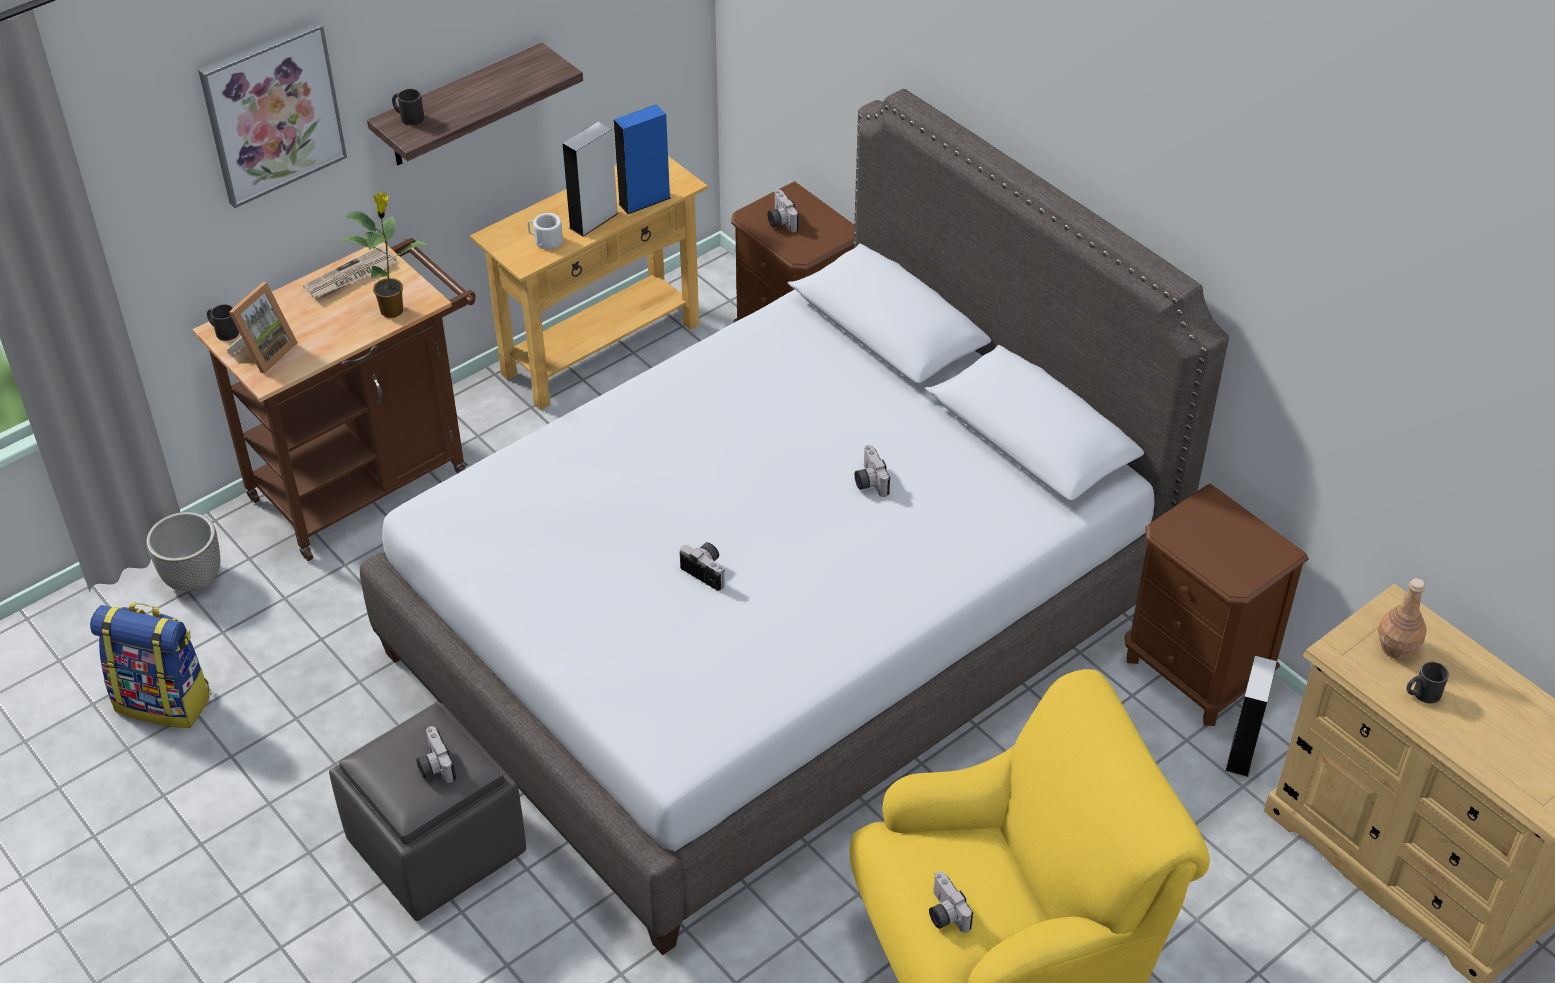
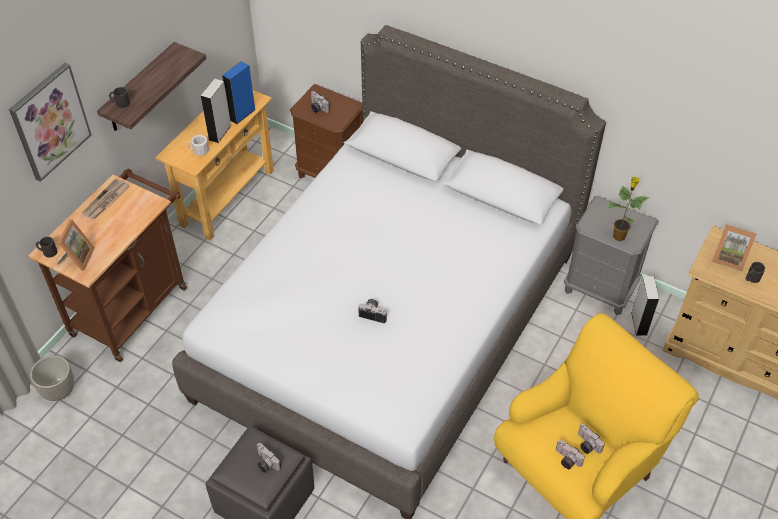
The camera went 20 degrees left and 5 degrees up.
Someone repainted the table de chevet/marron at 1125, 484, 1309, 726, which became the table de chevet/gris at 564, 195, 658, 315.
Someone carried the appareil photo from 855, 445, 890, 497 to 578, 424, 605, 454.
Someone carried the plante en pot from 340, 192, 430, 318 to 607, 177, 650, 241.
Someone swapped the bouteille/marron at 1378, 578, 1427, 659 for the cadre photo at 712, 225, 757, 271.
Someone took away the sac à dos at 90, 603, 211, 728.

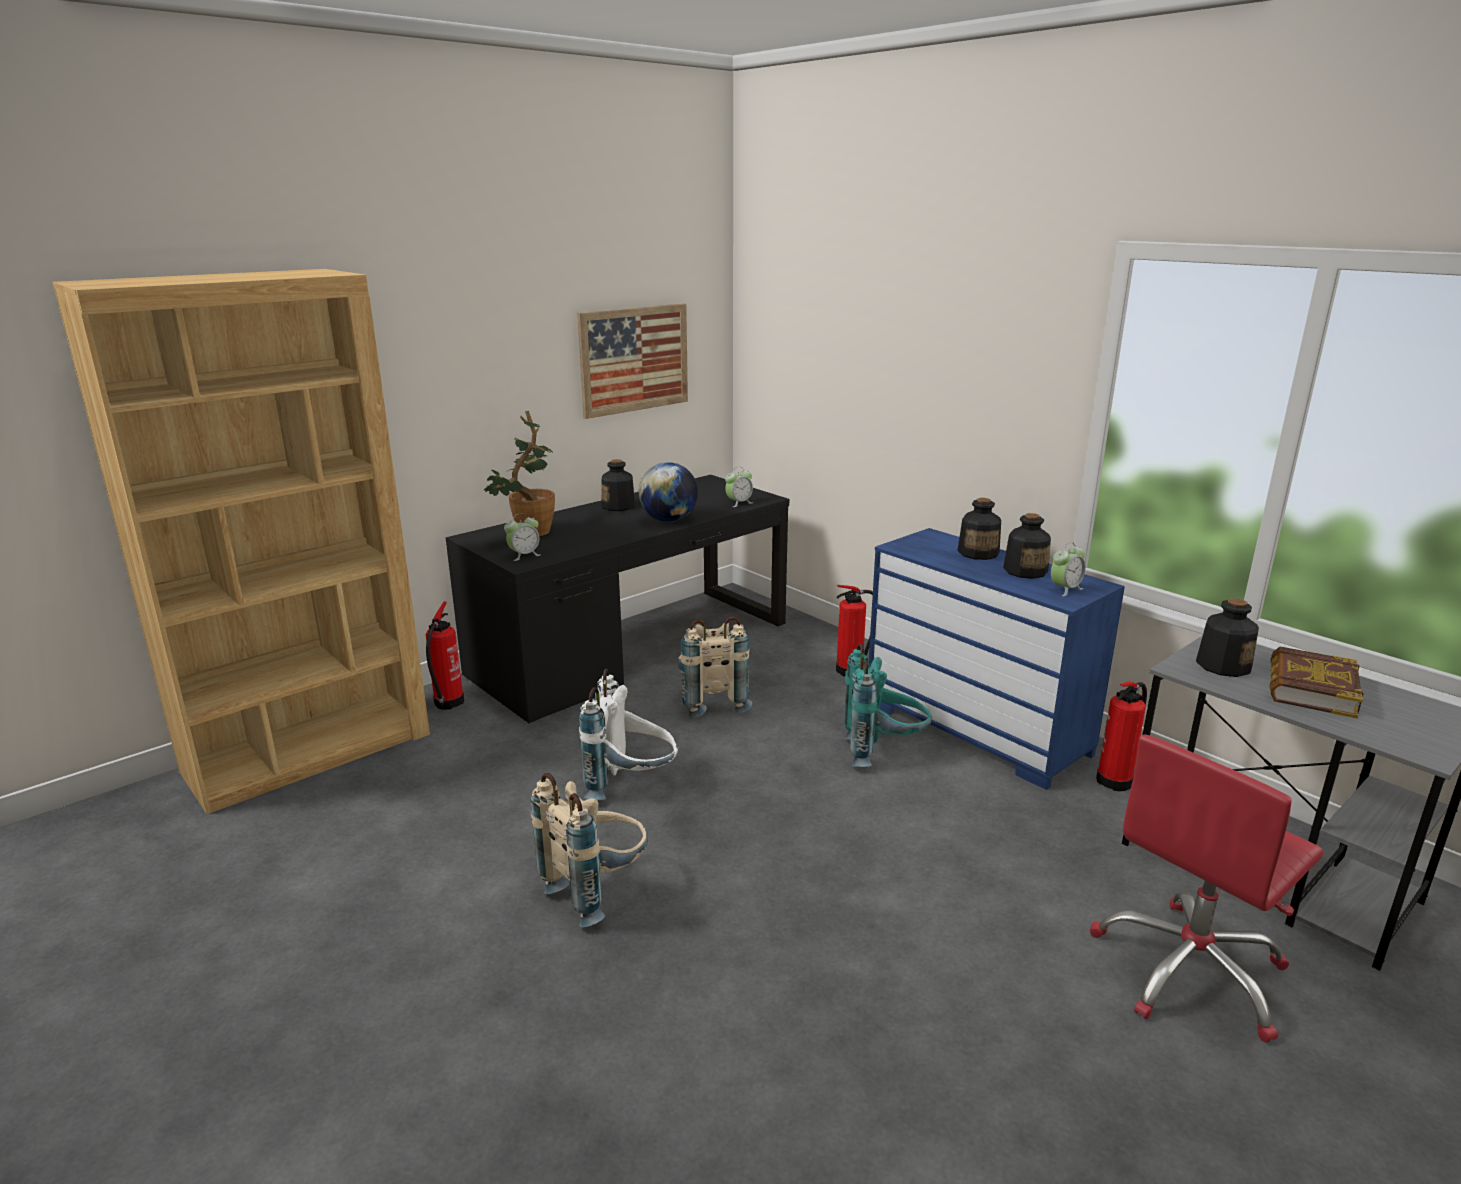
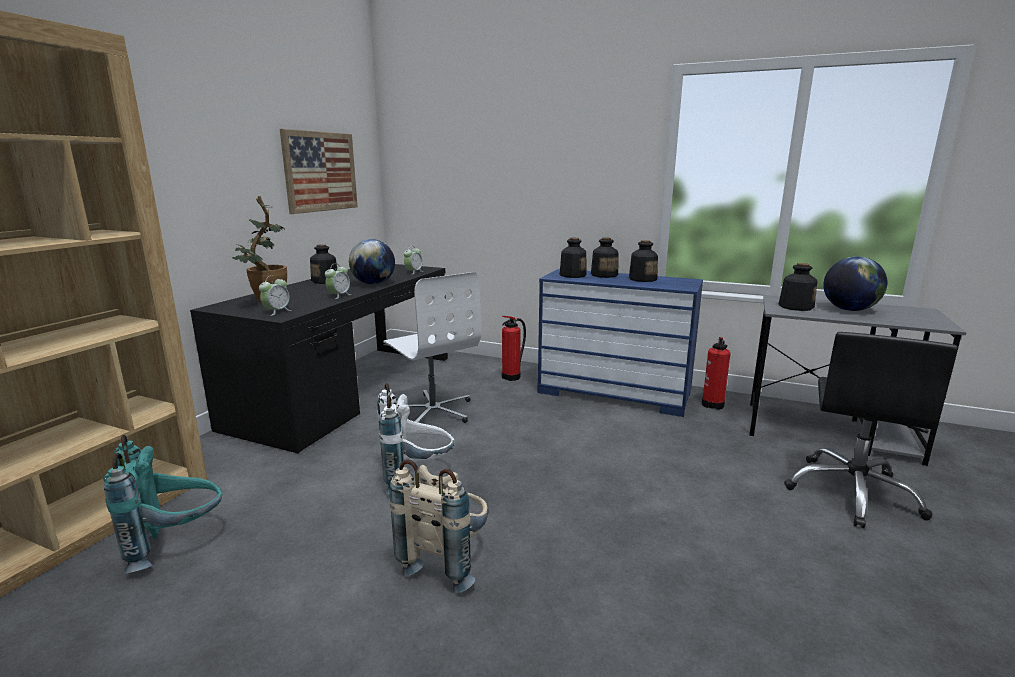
The camera went 25 degrees left and 5 degrees down.
Someone carried the sac à dos/turquoise from 844, 643, 932, 767 to 103, 435, 222, 573.
Someone carried the réveil from 1051, 542, 1086, 596 to 325, 264, 352, 299.
Someone swapped the sac à dos/beige at 678, 617, 752, 718 for the chaise de bureau/blanc at 383, 272, 482, 423.
Someone put down the bouteille at 560, 238, 587, 278.
Someone repainted the chaise de bureau/rouge at 1090, 734, 1323, 1042, which became the chaise de bureau/noir at 784, 332, 958, 528.
Someone swapped the livre at 1269, 646, 1363, 719 for the globe at 823, 257, 888, 311.
Someone took away the extincteur at 426, 601, 464, 710.

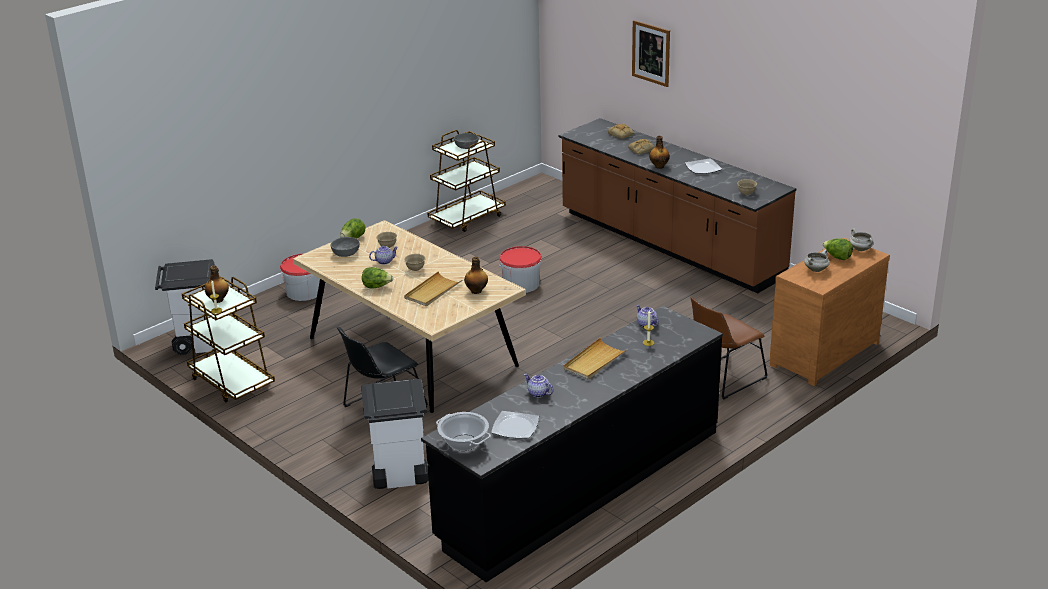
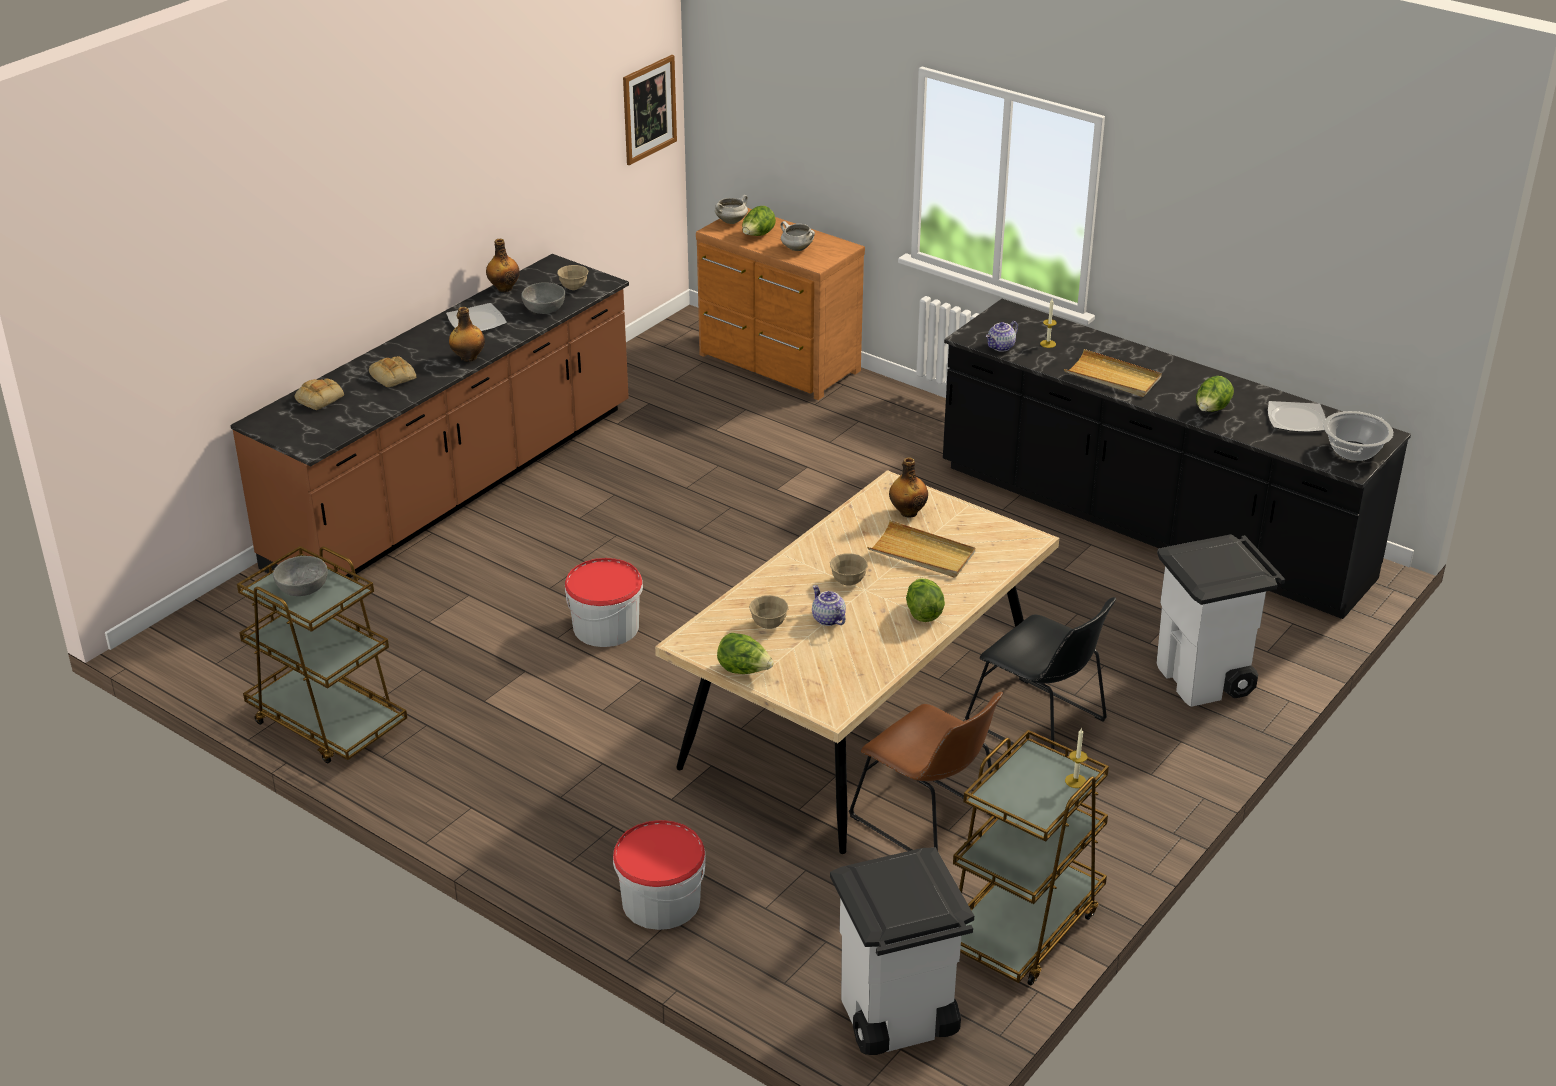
The camera went 100 degrees left and 5 degrees up.
Someone carried the bouteille from 204, 266, 229, 303 to 486, 239, 520, 292.
Someone carried the bol/gris from 331, 237, 360, 257 to 521, 282, 565, 314.
Someone carried the tableau from 632, 20, 670, 87 to 623, 55, 677, 165.
Someone carried the chaise/marron from 690, 297, 768, 400 to 849, 692, 1003, 851.
Someone swapped the théière at 524, 374, 553, 398 for the laitue at 1196, 376, 1234, 412.

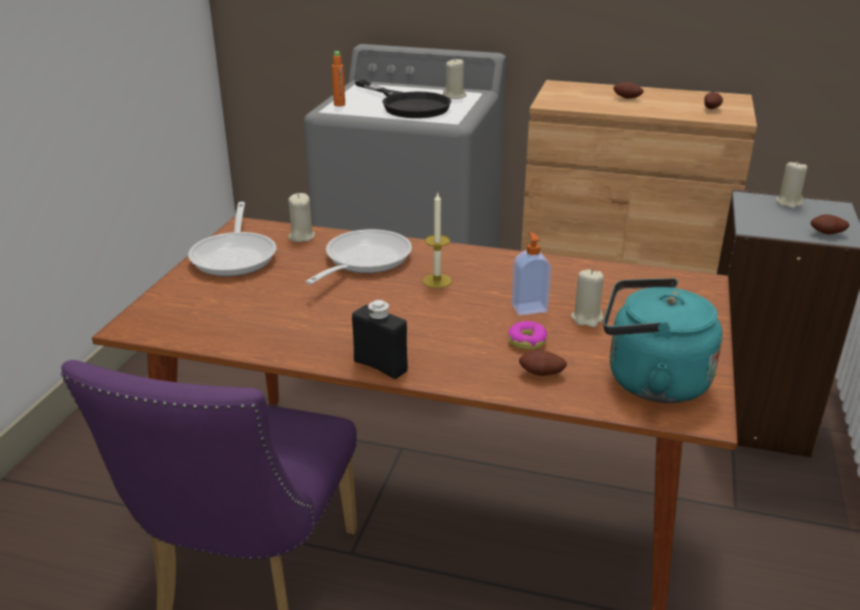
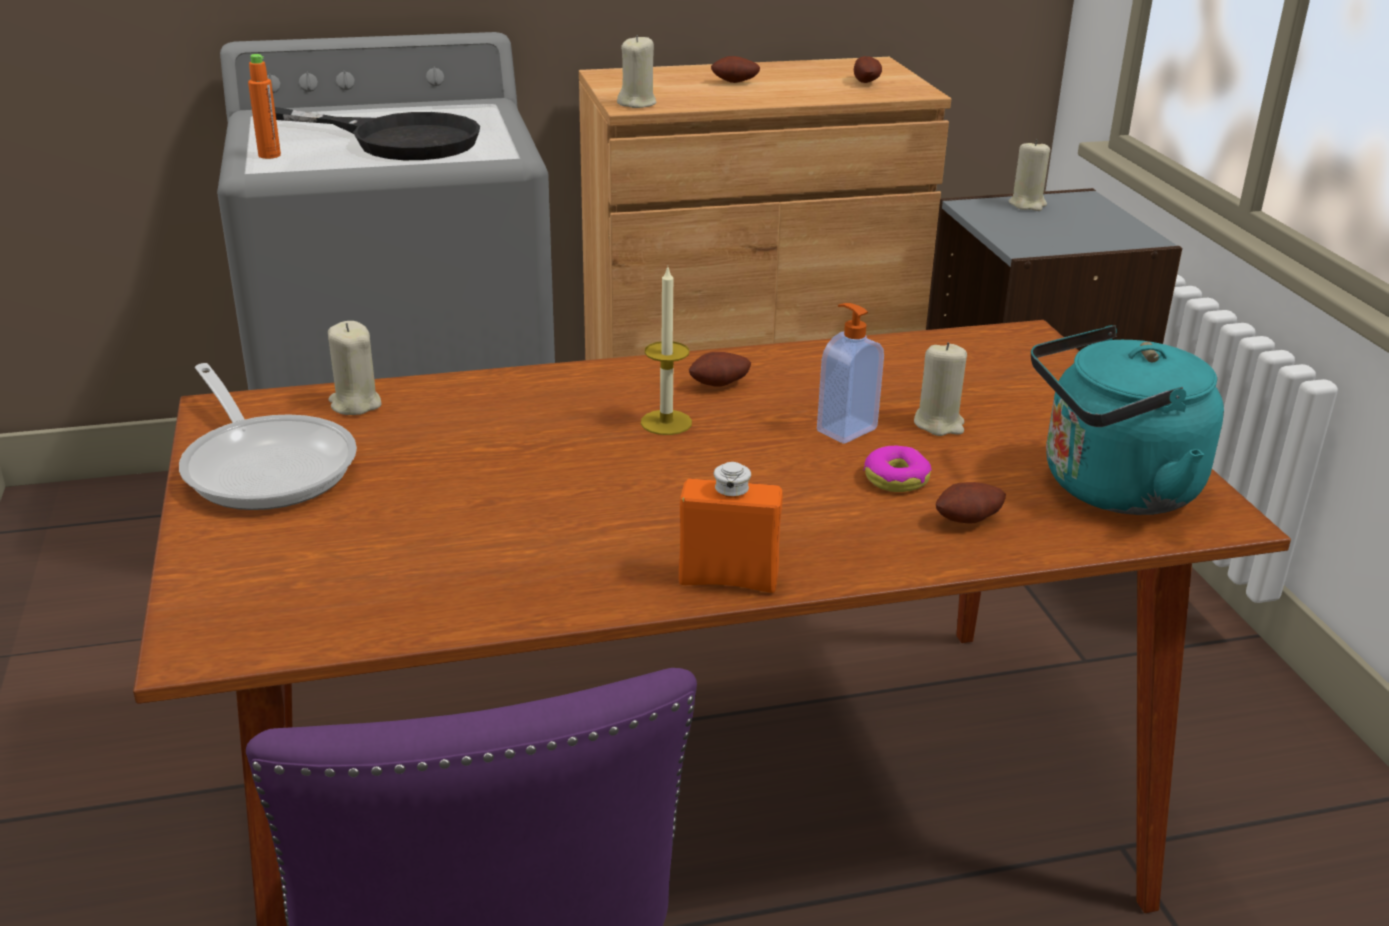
The camera went 30 degrees left and 0 degrees up.
Someone carried the bougie/beige from 443, 58, 466, 99 to 617, 35, 656, 108.
Someone repainted the bouteille/noir at 352, 300, 408, 379, which became the bouteille/orange at 679, 462, 783, 593.
Someone carried the pomme de terre from 811, 214, 850, 234 to 689, 352, 751, 387.
Someone took away the poêle at 305, 229, 412, 284.

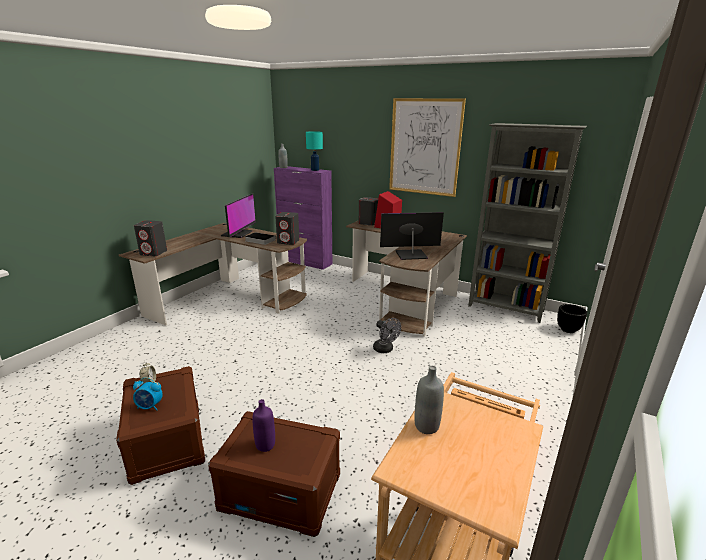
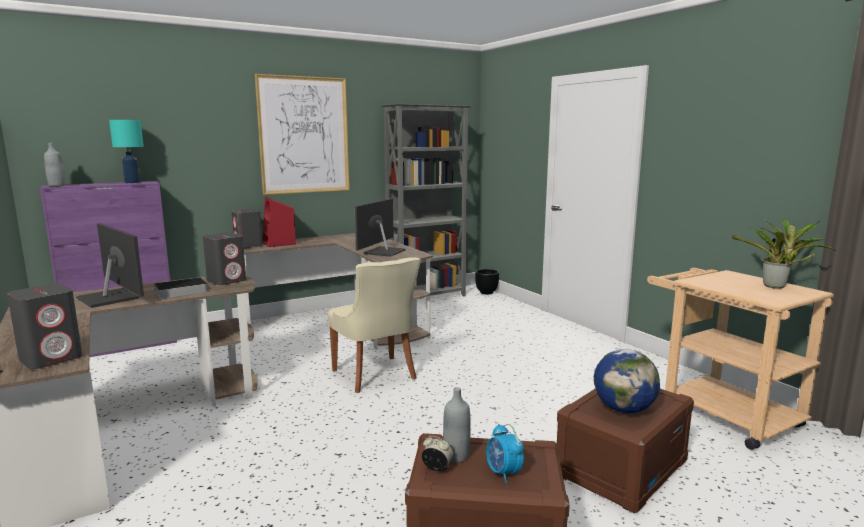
The camera went 60 degrees left and 10 degrees down.
Someone put down the chaise/beige at 328, 257, 421, 393.
Someone carried the bouteille/gris from 415, 366, 444, 434 to 443, 387, 471, 462.
Someone rotated the réveil at 133, 377, 163, 410 by 120 degrees clockwise.
Someone swapped the bouteille/violet at 252, 399, 275, 452 for the globe at 594, 349, 660, 413.
Someone put down the plante en pot at 732, 219, 836, 289.
Someone took away the ventilateur/gris at 373, 318, 401, 353.

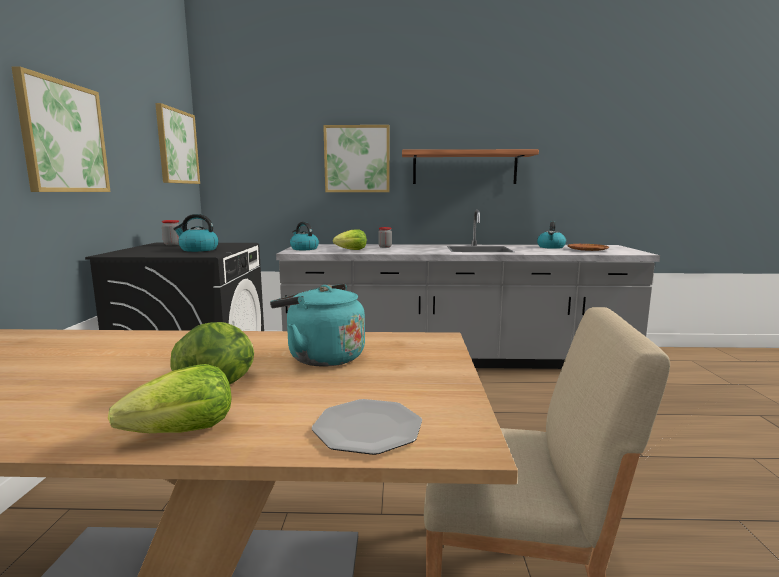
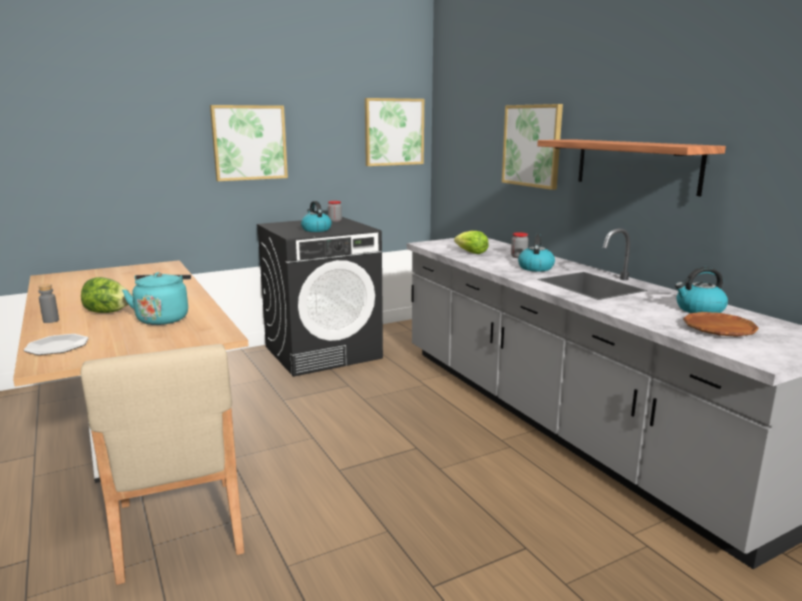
The camera went 60 degrees right and 5 degrees up.
Someone swapped the laitue at 108, 364, 231, 433 for the bouteille/gris at 38, 284, 59, 323.
Someone carried the bouilloire from 290, 222, 319, 250 to 518, 234, 555, 272.

